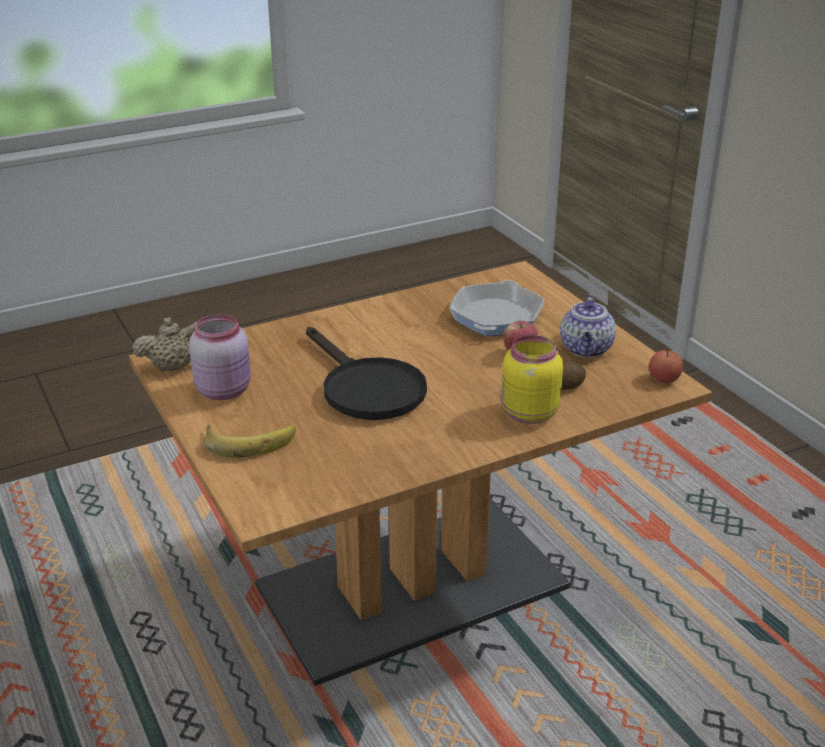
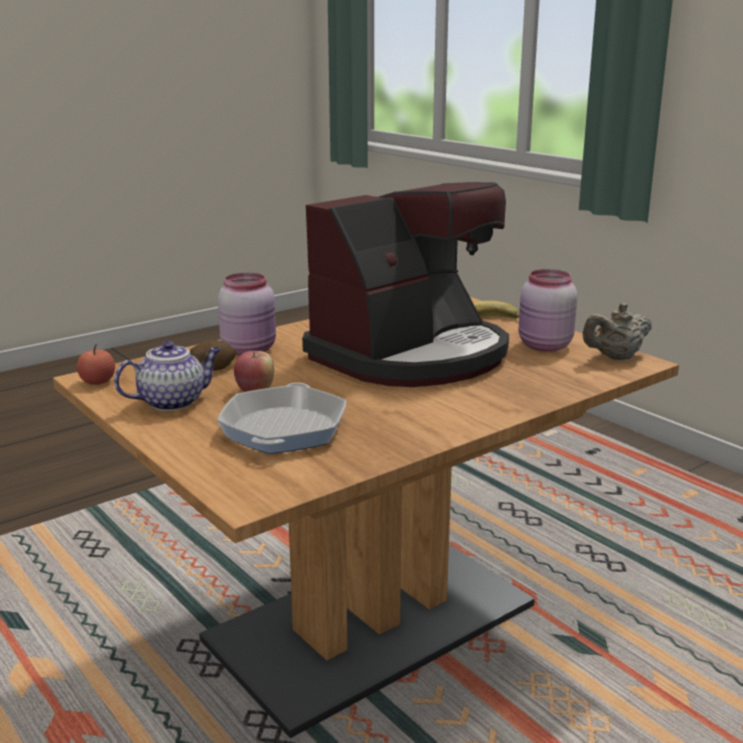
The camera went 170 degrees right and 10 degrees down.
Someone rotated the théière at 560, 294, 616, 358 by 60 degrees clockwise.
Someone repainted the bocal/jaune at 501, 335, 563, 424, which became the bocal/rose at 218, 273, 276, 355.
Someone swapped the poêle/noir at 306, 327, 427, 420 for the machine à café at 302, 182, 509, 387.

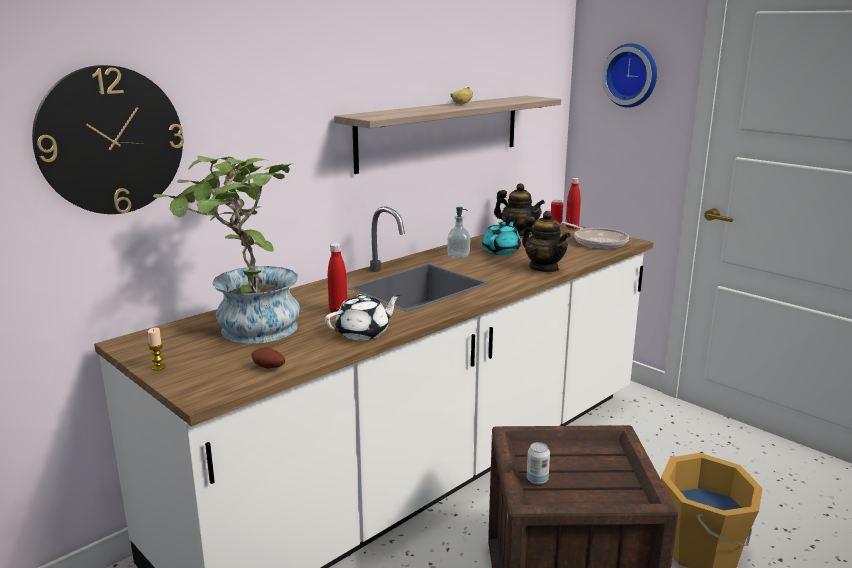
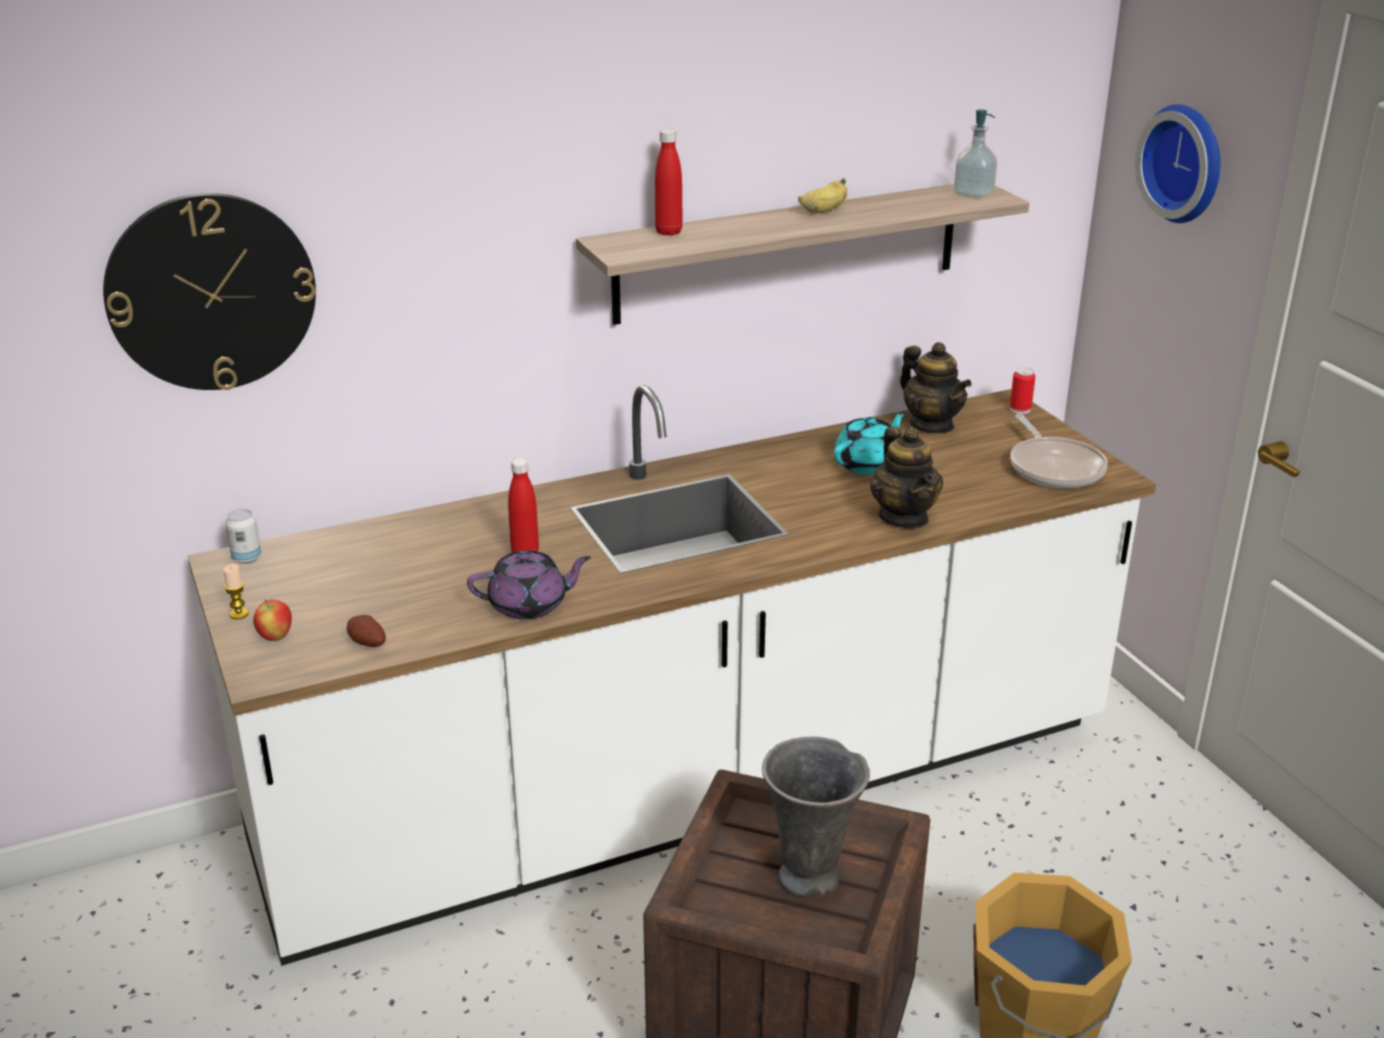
The camera went 20 degrees right and 10 degrees up.
Someone carried the boîte métallique from 527, 442, 550, 484 to 225, 509, 261, 564.
Someone put down the pomme at 253, 599, 292, 641.
Someone repainted the théière/blanc at 325, 294, 401, 341, which became the théière/violet at 467, 550, 591, 620.
Someone carried the bouteille/rouge from 566, 178, 581, 229 to 655, 129, 683, 236.
Someone put down the vase/gris at 762, 736, 870, 897.
Someone carried the distributeur de savon from 447, 207, 470, 258 to 954, 110, 997, 198.
Someone took away the plante en pot at 153, 156, 300, 344.

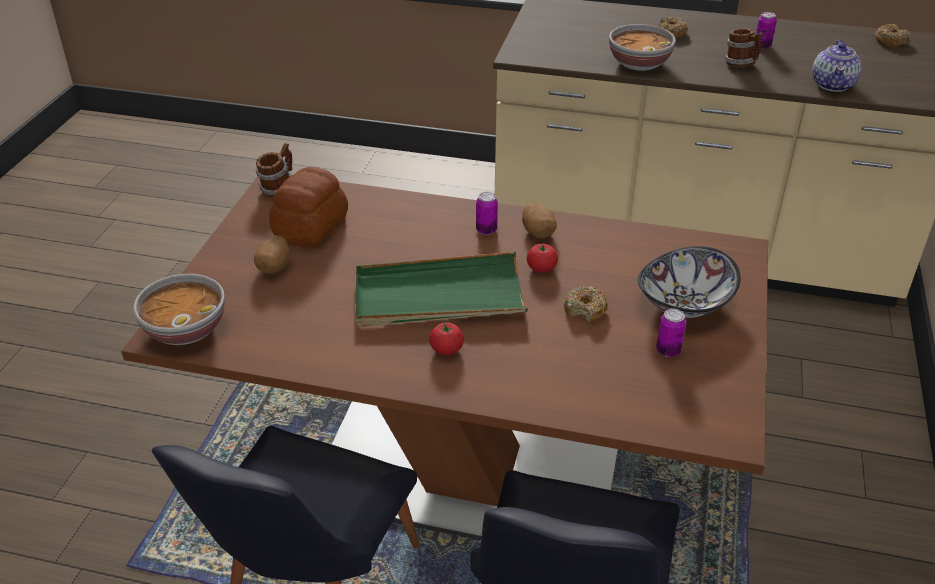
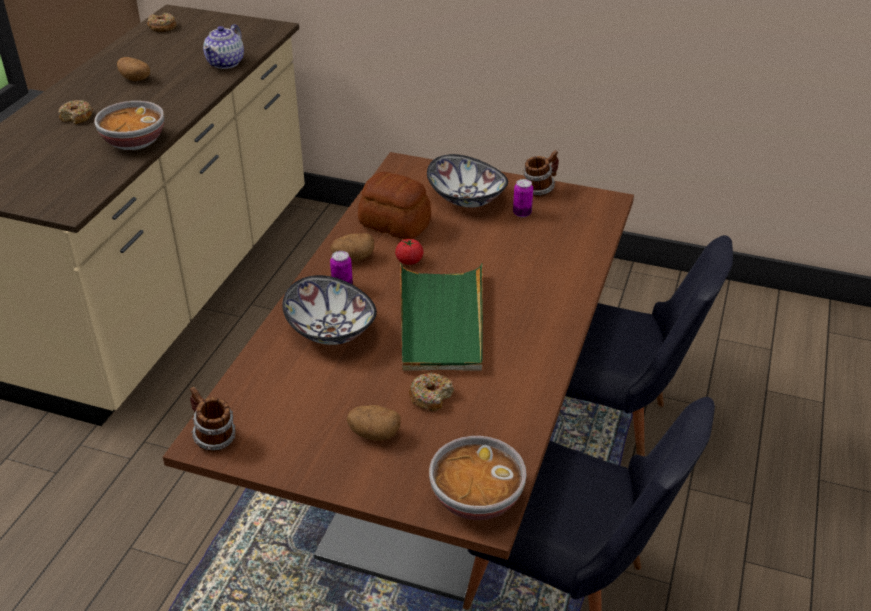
The camera went 85 degrees left and 0 degrees up.
Someone swapped the boîte métallique at 755, 12, 777, 49 for the pomme de terre at 117, 57, 150, 81.
Someone rotated the théière at 812, 40, 862, 92 by 90 degrees clockwise.
Someone put down the bol at 282, 275, 377, 345.
Someone carried the pain from 269, 167, 348, 247 to 358, 172, 431, 239.
Someone carried the beignet from 564, 286, 608, 322 to 409, 373, 454, 411.
Someone carried the mug from 725, 28, 763, 67 to 523, 150, 559, 197.
Someone took away the tomate at 429, 322, 464, 355.

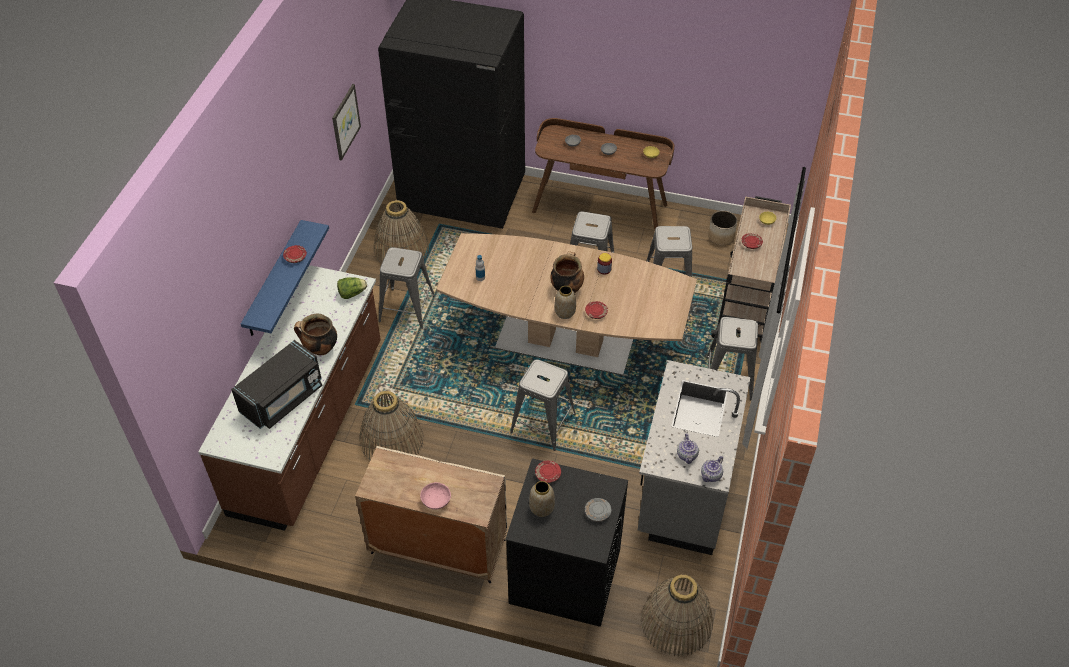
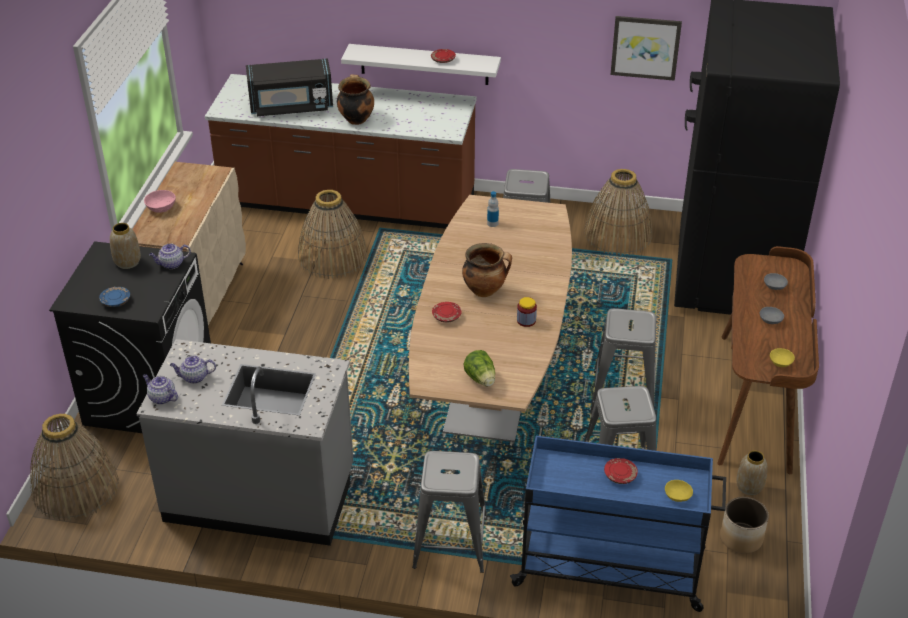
The camera went 85 degrees right and 10 degrees down.
Someone repainted the assiette/gris at 585, 498, 611, 521, which became the assiette/bleu at 99, 287, 130, 307.
Someone swapped the assiette/rouge at 535, 461, 561, 483 for the théière at 149, 244, 191, 269.
Someone rotated the micro-ondes/noir at 231, 340, 322, 429 by 45 degrees counterclockwise.
Someone repainted the étagère/bleu at 241, 220, 329, 336, which became the étagère/blanc at 341, 44, 501, 85.
Someone carried the laitue from 337, 278, 367, 299 to 464, 350, 495, 387.
Someone repainted the chariot/beige at 711, 196, 791, 342, which became the chariot/bleu at 510, 436, 726, 612.
Someone carried the vase from 555, 286, 576, 319 to 736, 451, 767, 495.
Someone took away the tabouret/gris at 510, 359, 576, 451.

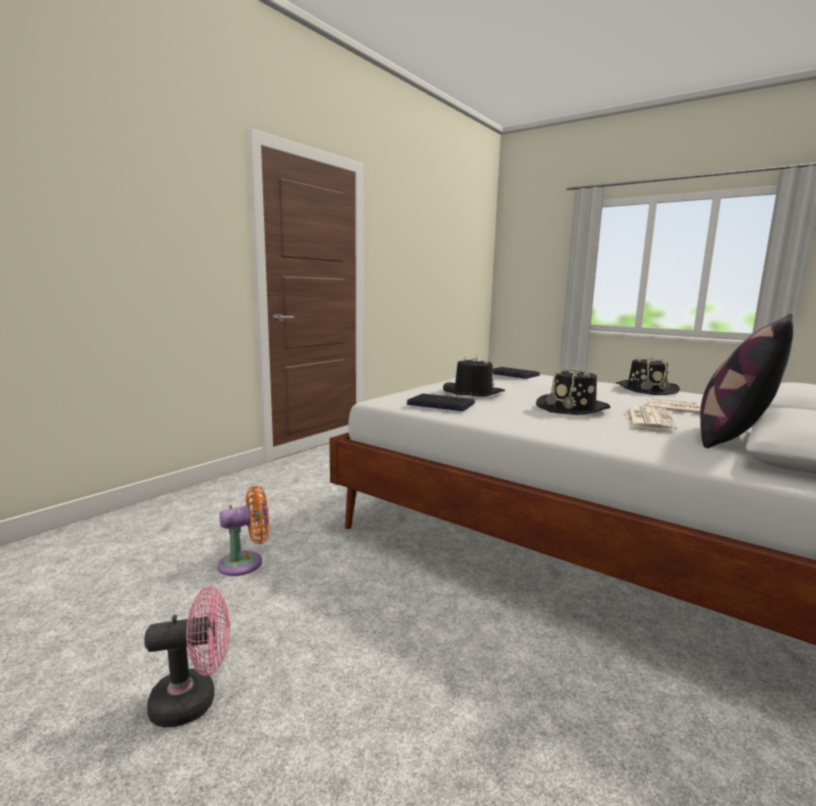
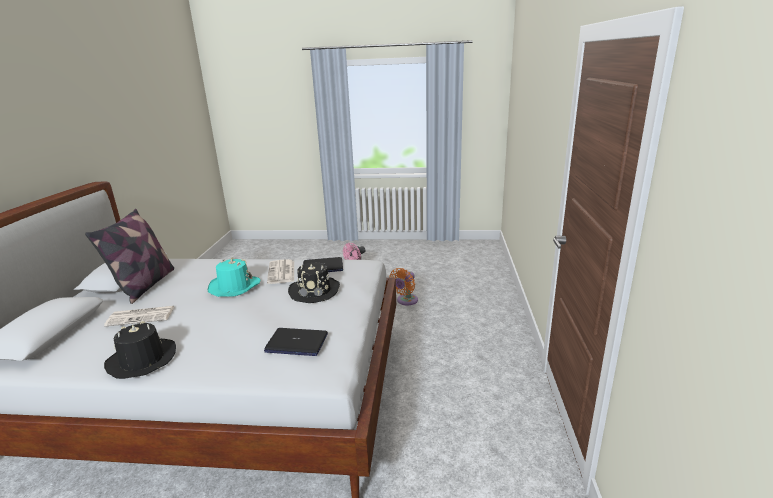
The camera went 150 degrees right and 10 degrees up.
Someone repainted the chapeau/noir at 536, 365, 610, 415, which became the chapeau/turquoise at 208, 258, 261, 297.
Someone carried the journal from 626, 406, 677, 431 to 267, 259, 294, 284.

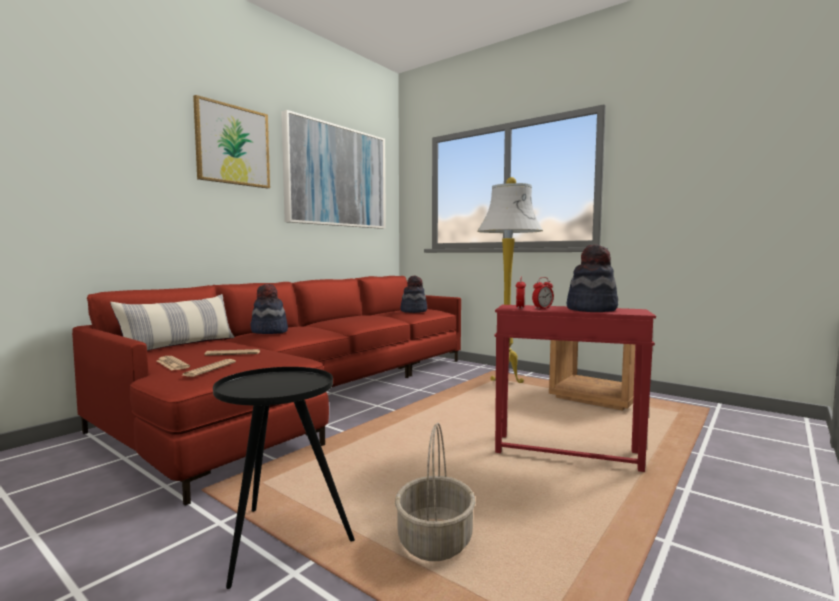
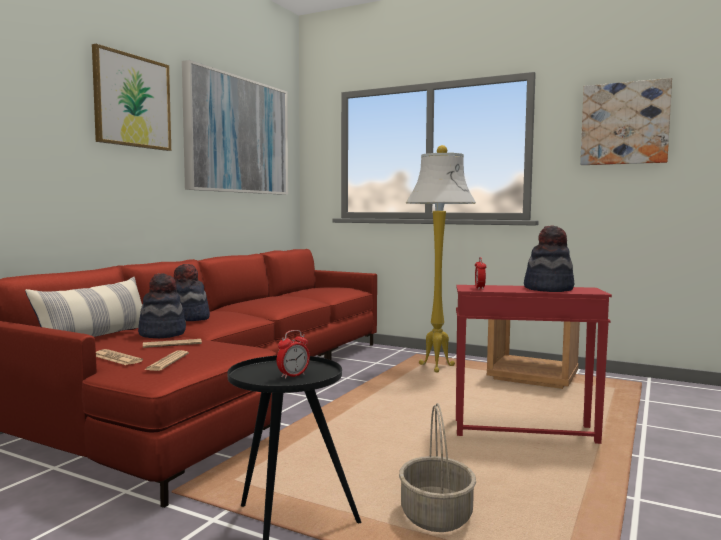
The camera went 10 degrees left and 0 degrees up.
Someone carried the chapeau from 400, 276, 427, 313 to 138, 273, 186, 338.
Someone carried the réveil from 532, 277, 554, 310 to 277, 330, 310, 379.
Someone put up the tableau at 580, 78, 672, 165.

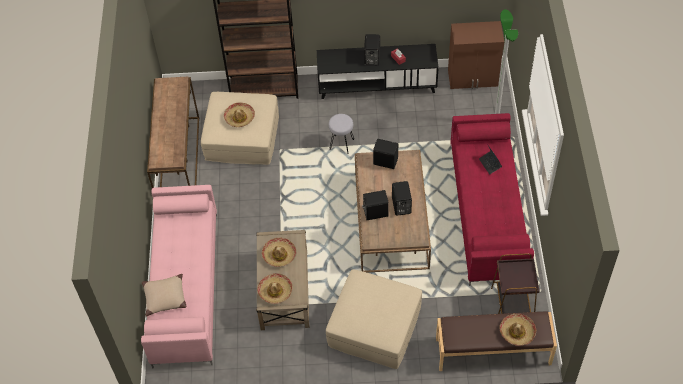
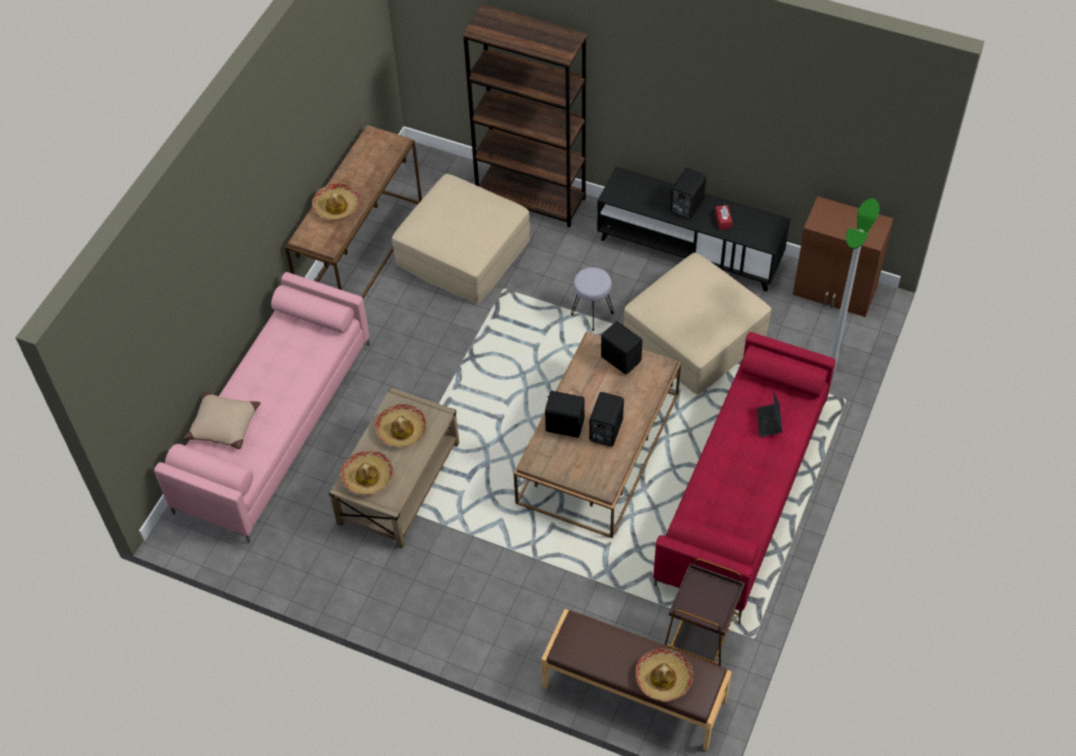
The camera went 25 degrees right and 0 degrees up.
Someone carried the chapeau from 224, 102, 255, 127 to 312, 183, 360, 220.
Someone carried the pouf/beige from 326, 269, 422, 369 to 624, 253, 771, 394.

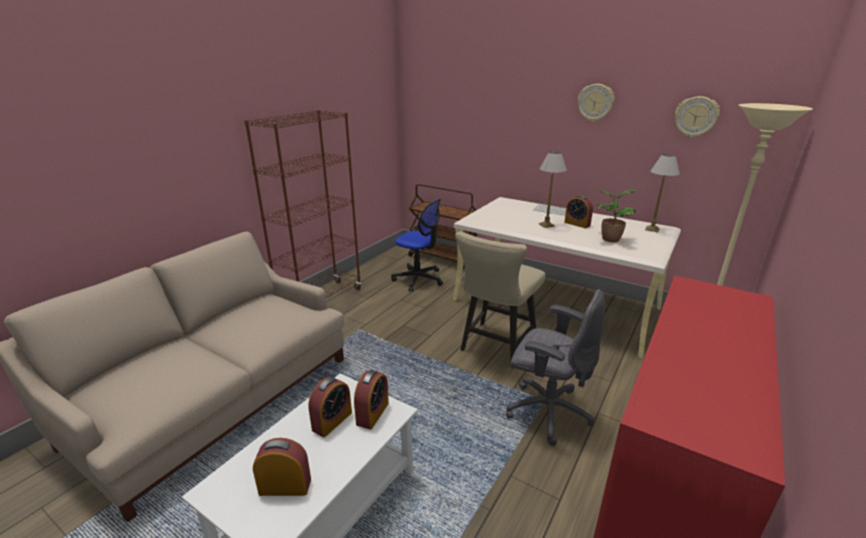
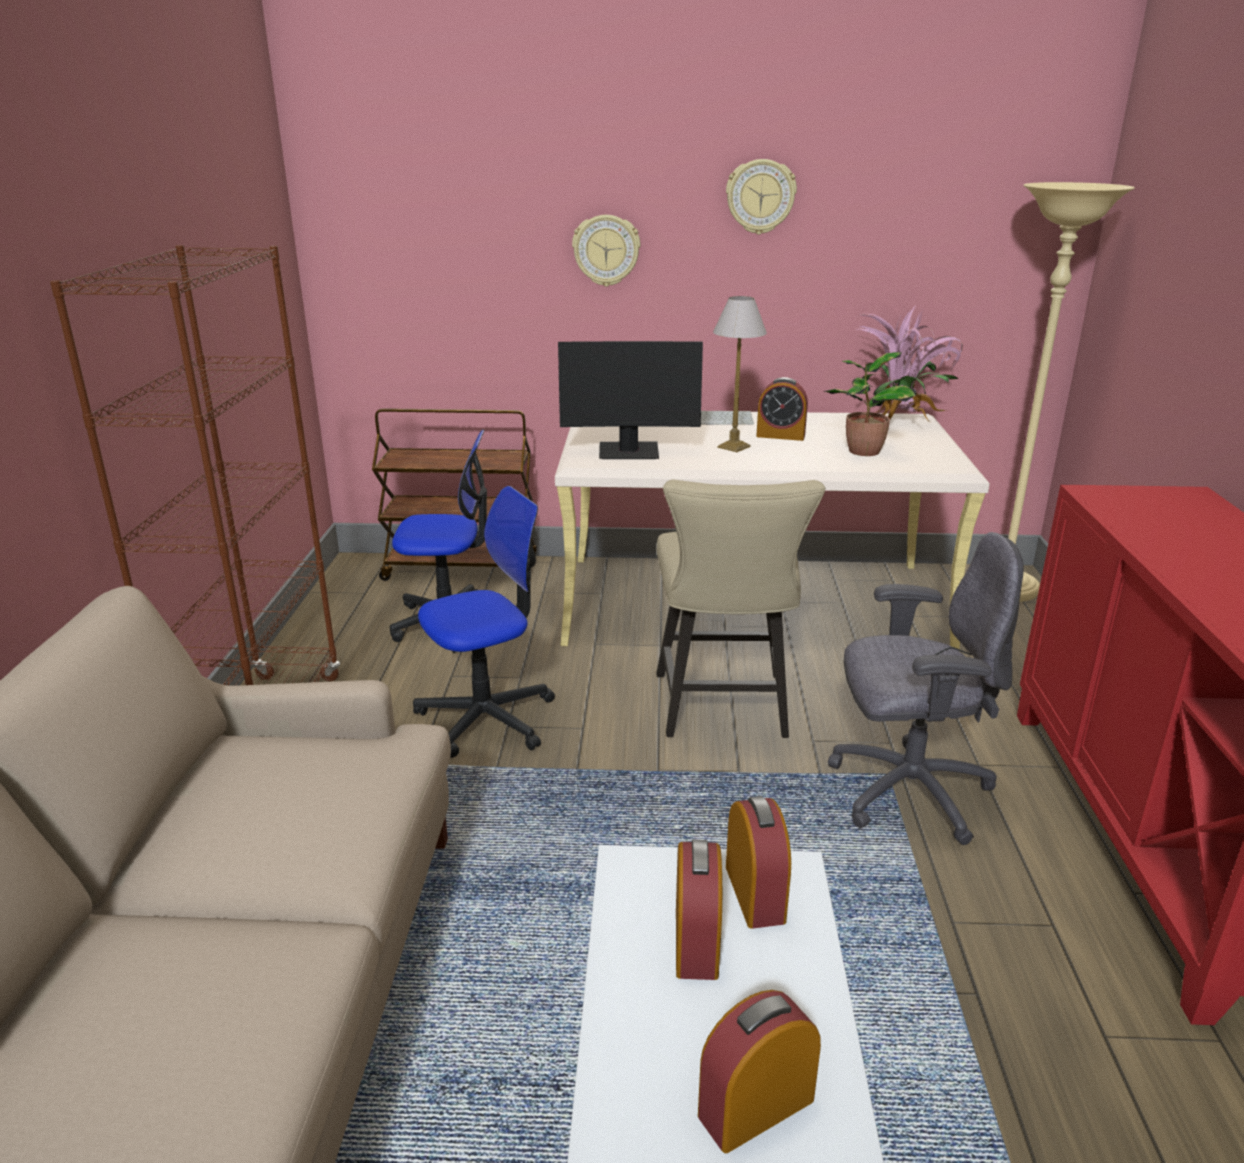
The camera went 30 degrees left and 0 degrees up.
Someone put down the chaise de bureau at 413, 486, 555, 758.
Someone put down the écran d'ordinateur at 558, 341, 703, 459.
Someone carried the horloge murale from 675, 96, 720, 138 to 572, 215, 640, 287.
Someone swapped the lampe de table at 645, 154, 680, 232 for the plante en pot at 855, 304, 963, 422.

